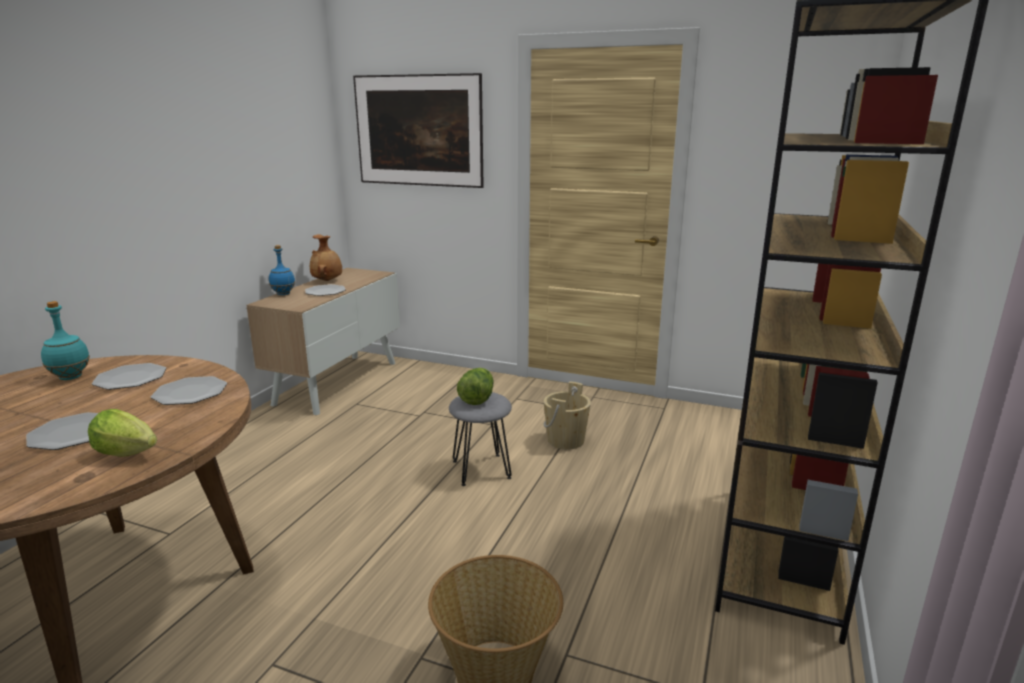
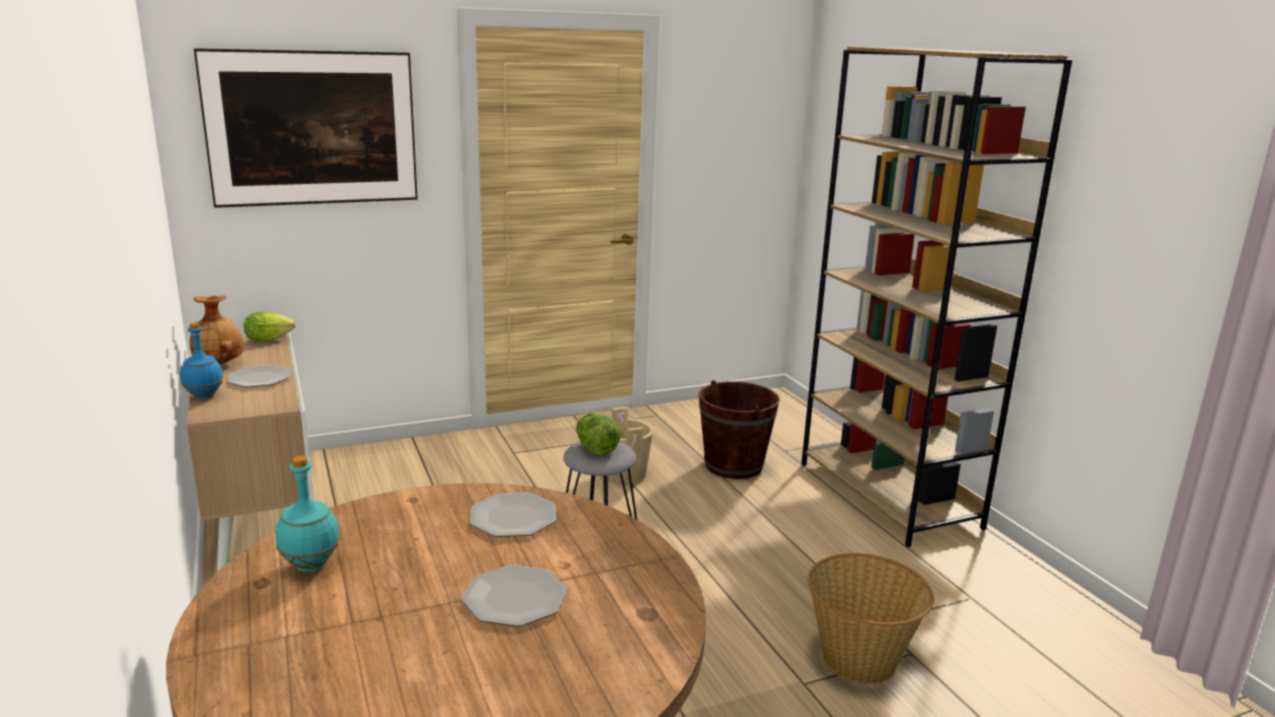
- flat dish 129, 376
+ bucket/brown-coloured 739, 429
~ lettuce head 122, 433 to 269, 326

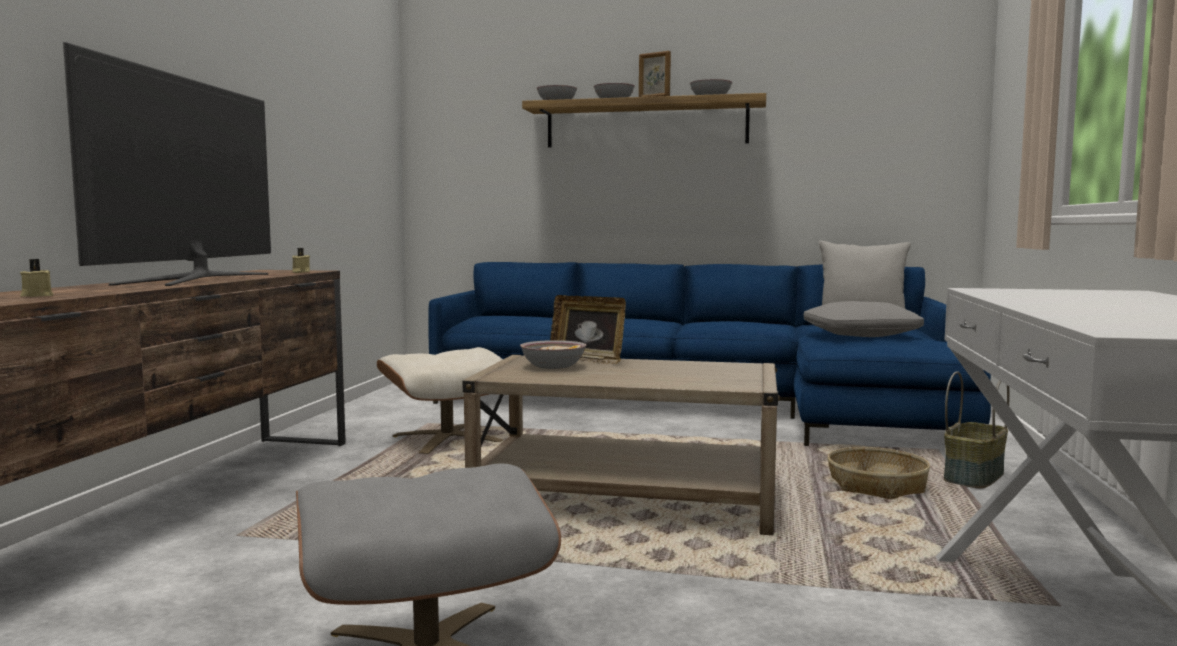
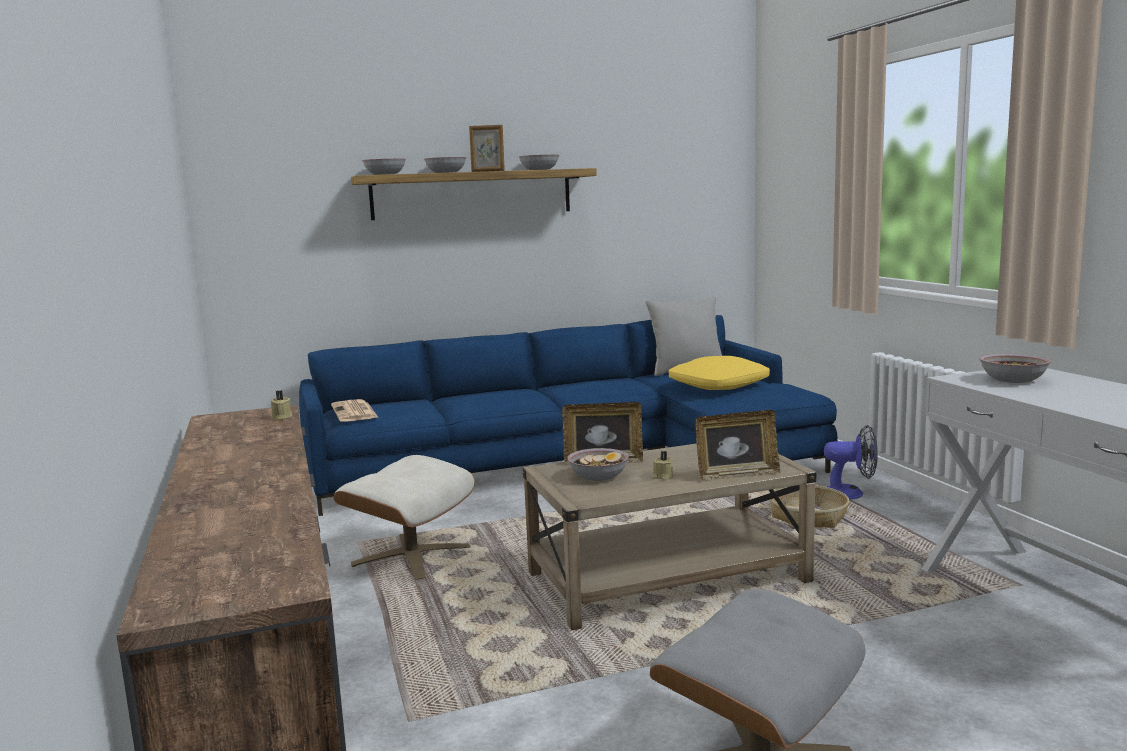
- TV set 167, 164
+ printed paper 355, 410
+ picture frame 738, 445
+ deep dish 1015, 368
~ wax candle/beige 36, 278 to 662, 465
~ household basket 977, 430 to fan 851, 462
~ throw pillow/grey 864, 319 to throw pillow/yellow 719, 373

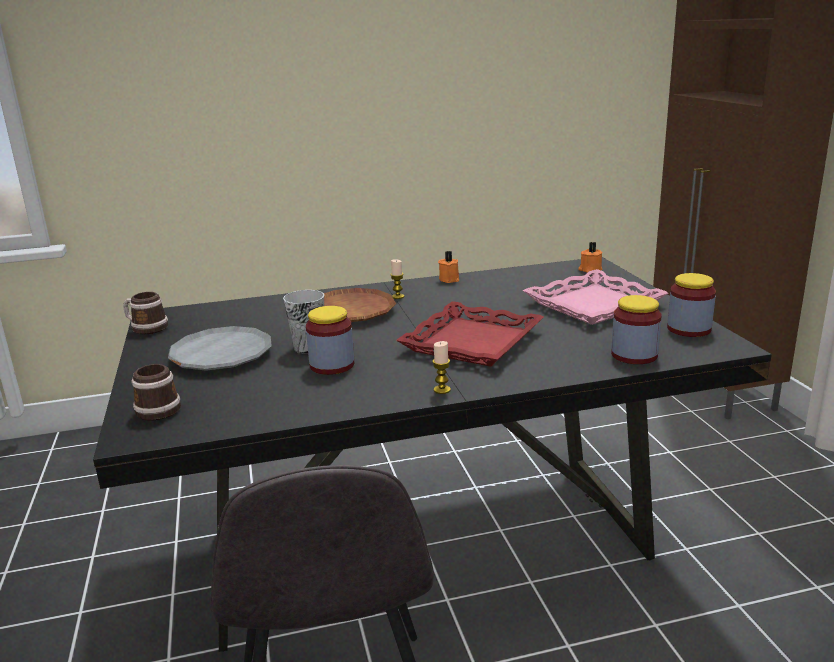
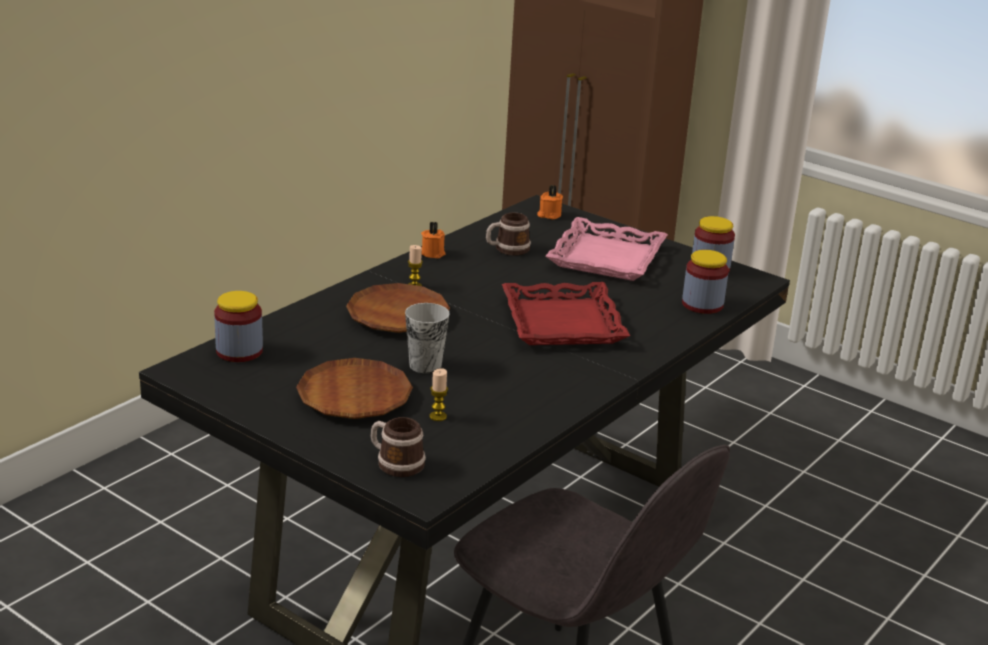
~ tea mug 145, 313 to 508, 234
~ storage jar 330, 340 to 238, 326
~ wax candle 441, 367 to 438, 394
~ flat dish/grey 220, 348 to flat dish/brown-coloured 354, 388

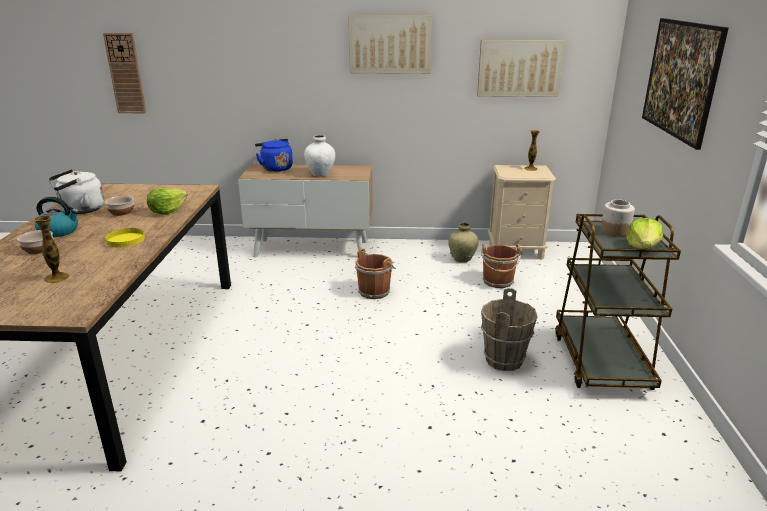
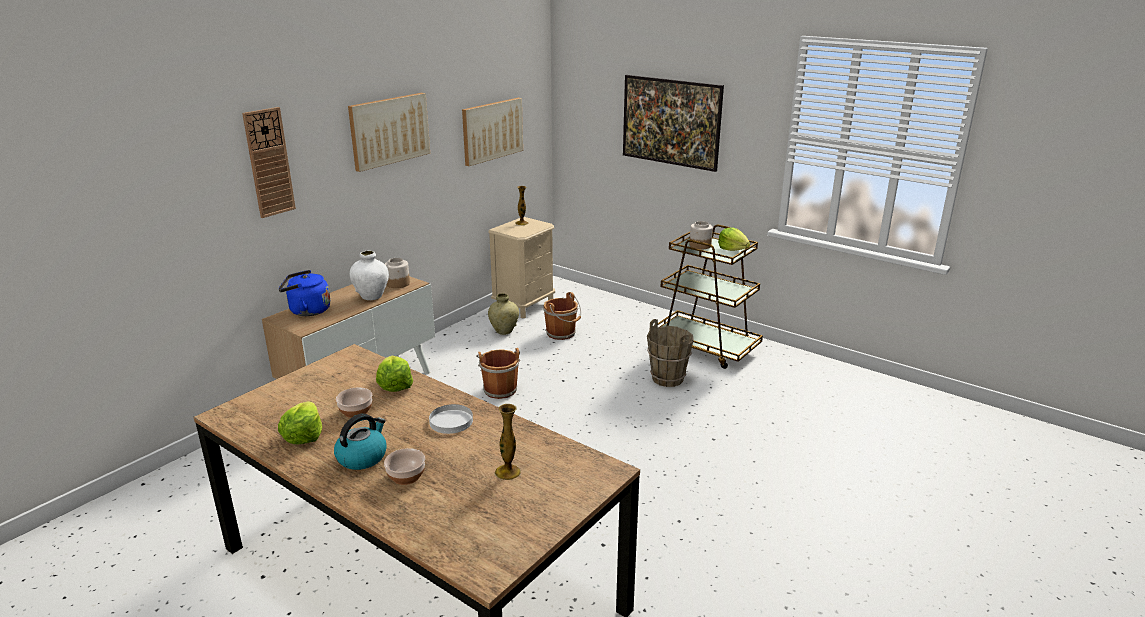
+ storage jar 397, 273
~ hanging clock 124, 73 to 269, 162
~ tea kettle/whitish 76, 191 to lettuce head 300, 422
~ flat dish/yellow 125, 237 to flat dish/whitish 451, 419

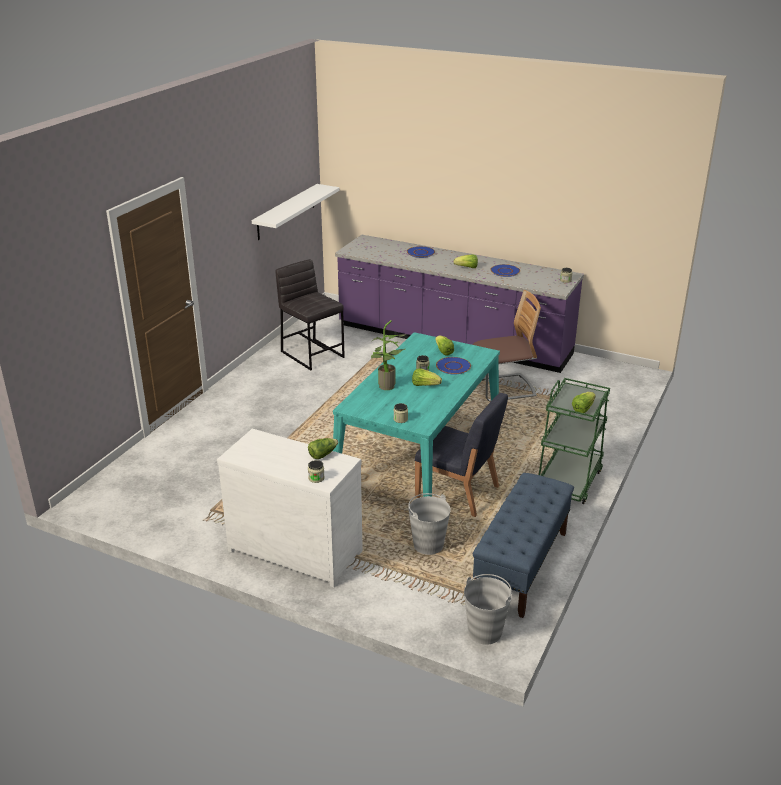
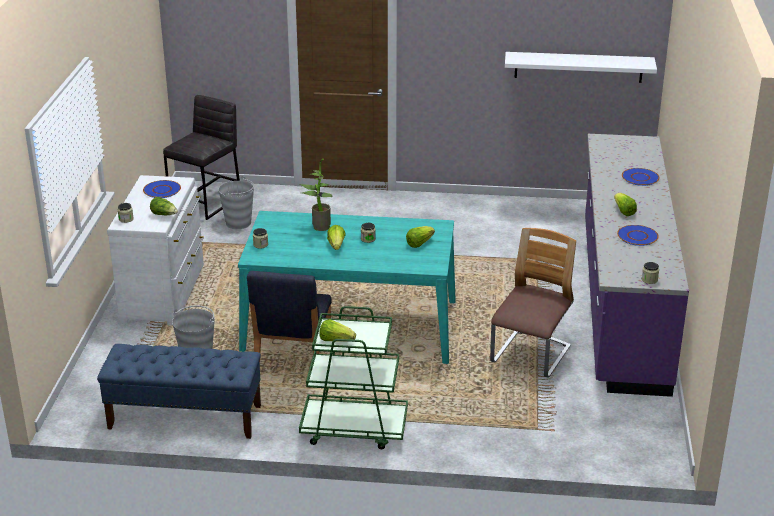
~ sitting stool/grey 310, 314 to 201, 157
~ flat dish/bluish 453, 365 to 162, 189
~ bucket/grey 488, 609 to 236, 202
~ chair 506, 346 = 533, 303 120 degrees counterclockwise

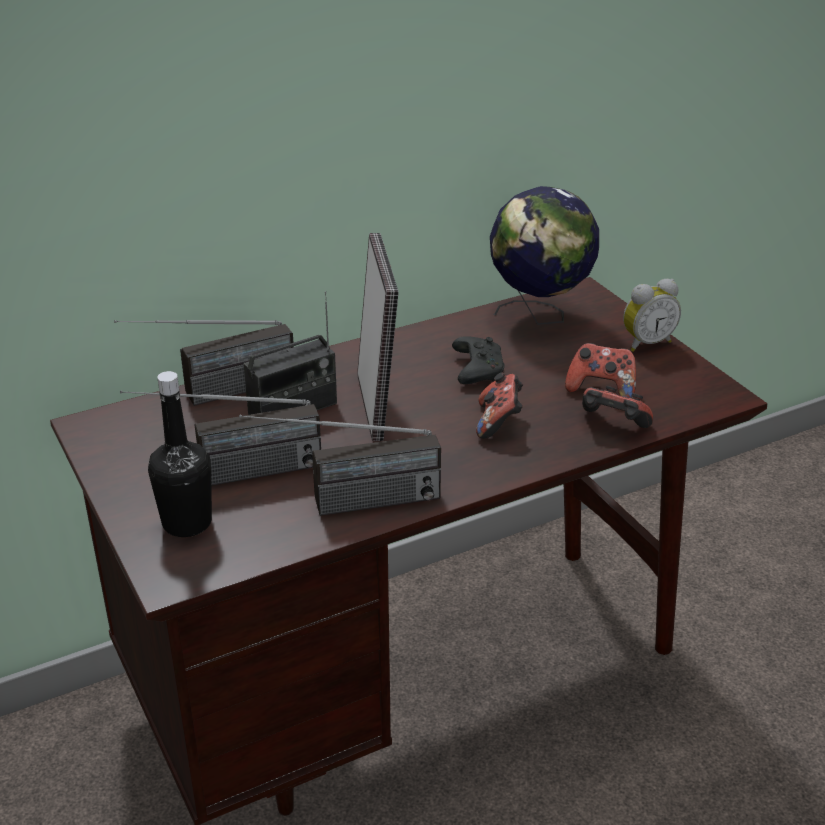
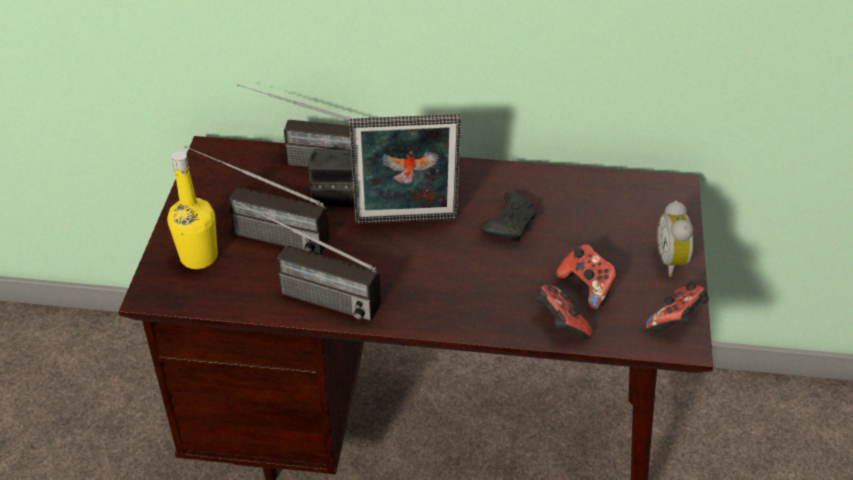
- desk globe 544, 255
~ game controller 499, 406 to 677, 307
~ drink bottle/black 180, 454 to drink bottle/yellow 192, 210
~ picture frame 378, 337 = 405, 169 60 degrees clockwise
~ table clock 652, 315 = 675, 239 75 degrees clockwise

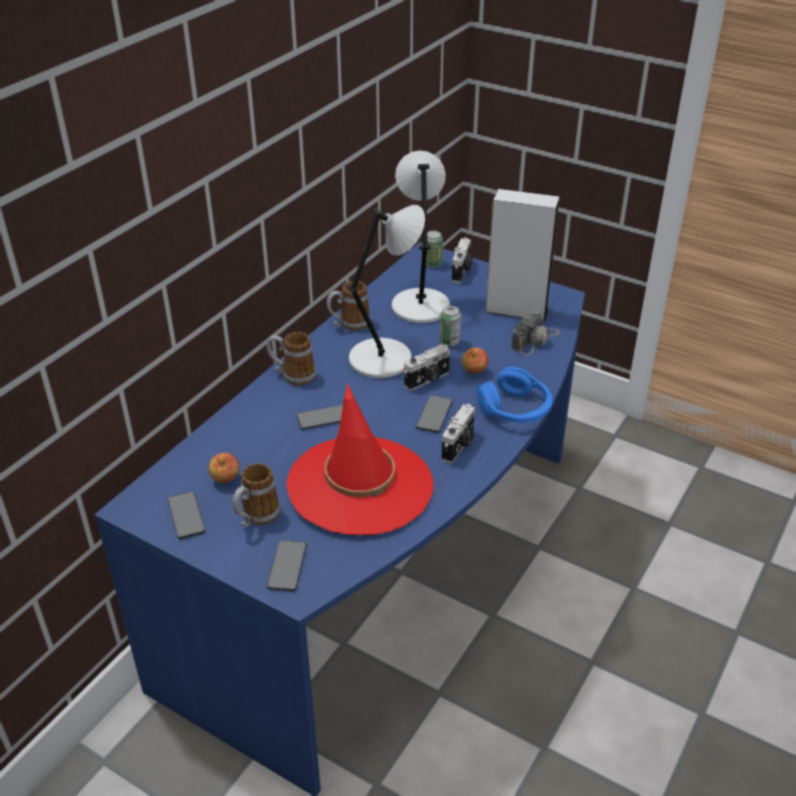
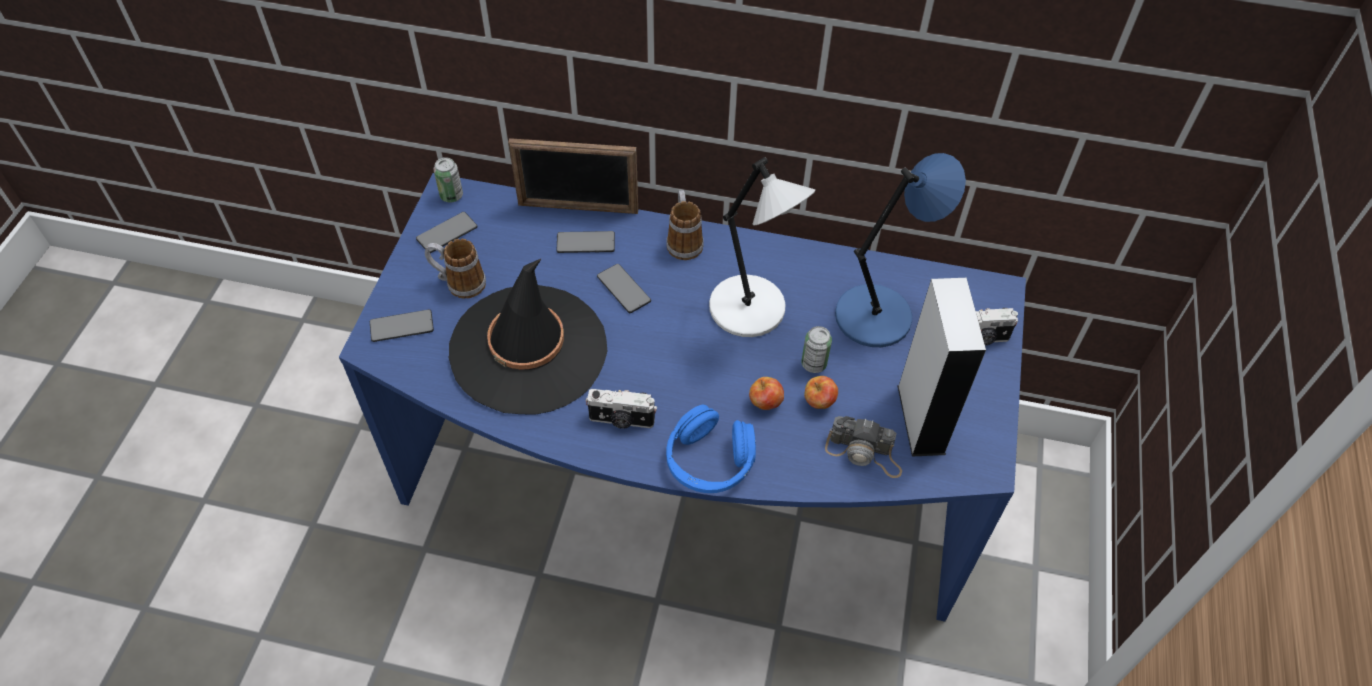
- tea mug 349, 306
- still camera 427, 367
+ picture frame 573, 176
~ whole apple 223, 468 to 821, 392
~ handset 434, 414 to 585, 242
~ can 434, 249 to 448, 180
~ wearable hat/reddish 360, 459 to wearable hat/black 527, 336
~ lamp for a table/grey 421, 236 to lamp for a table/bluish 900, 250

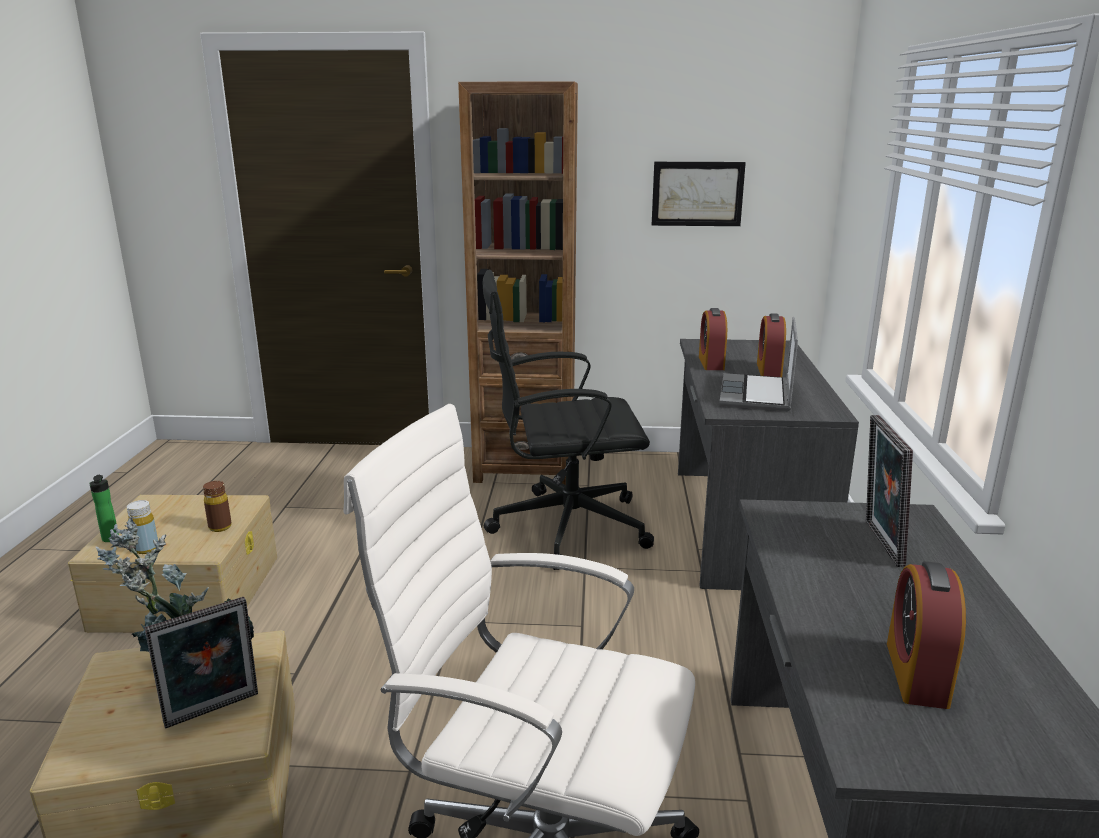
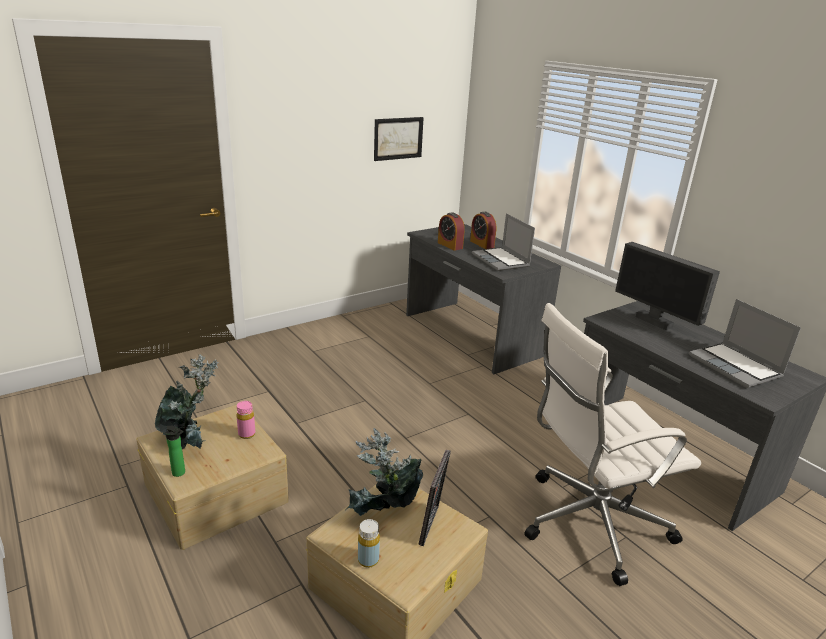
- bookshelf/brown-coloured 518, 283
- office chair/black 568, 420
+ potted plant 186, 402
~ drink bottle/yellow 142, 527 to 369, 543
~ picture frame 889, 491 to monitor 667, 286
~ table clock 926, 635 to laptop 745, 343
~ drink bottle/brown-coloured 217, 506 to drink bottle/pink-coloured 246, 420

